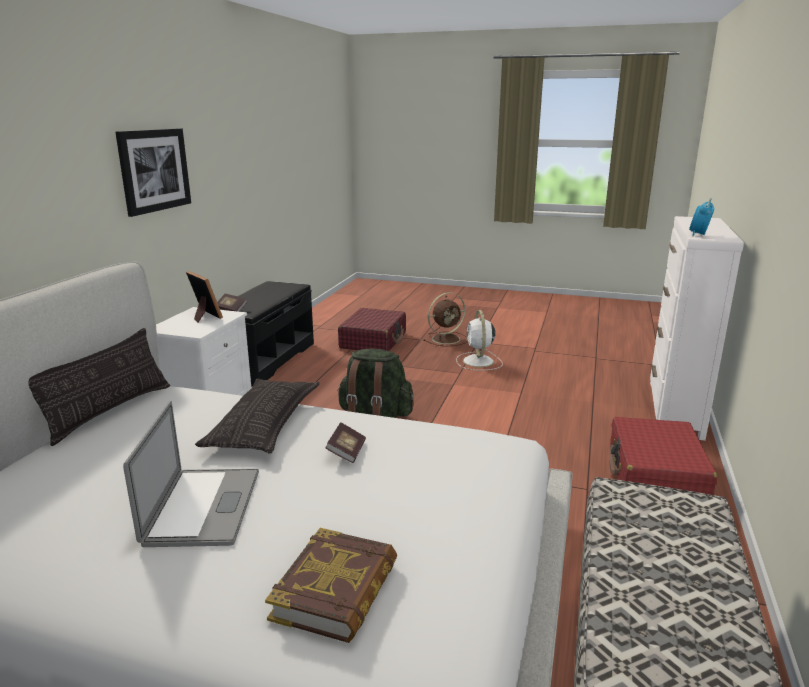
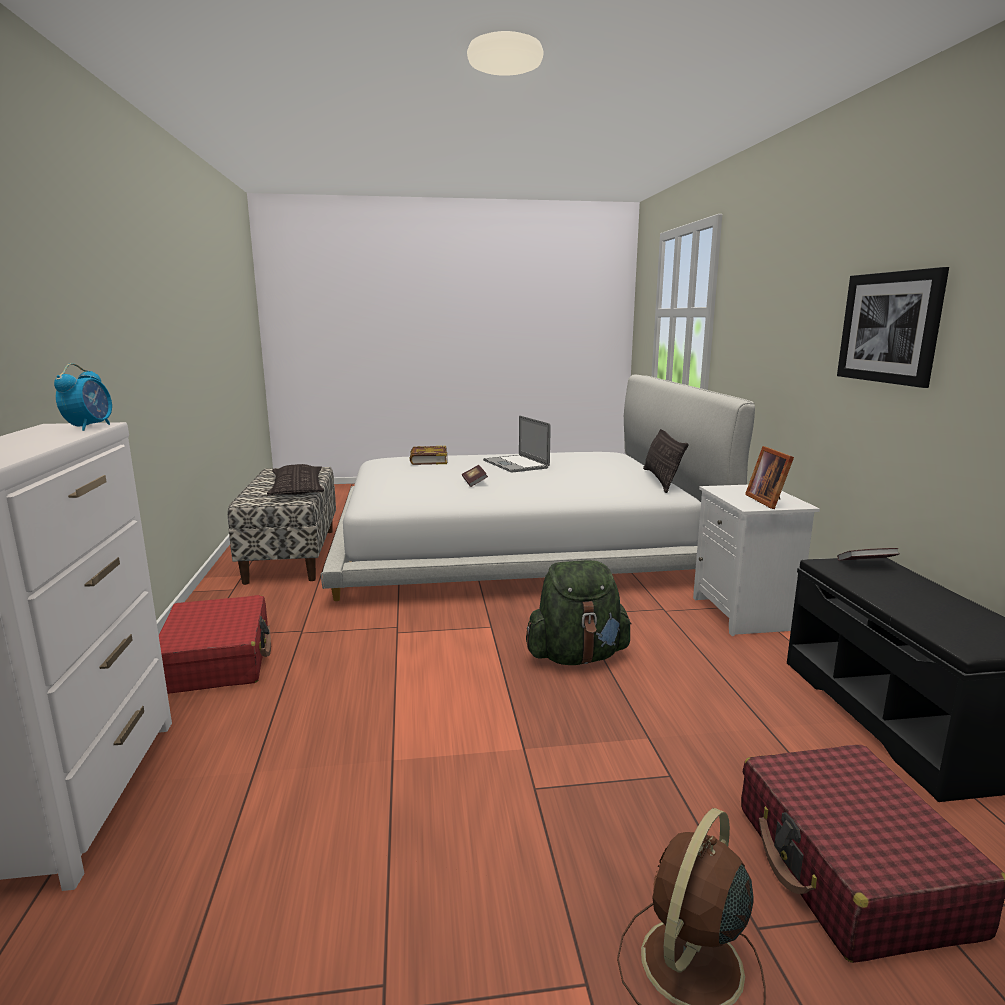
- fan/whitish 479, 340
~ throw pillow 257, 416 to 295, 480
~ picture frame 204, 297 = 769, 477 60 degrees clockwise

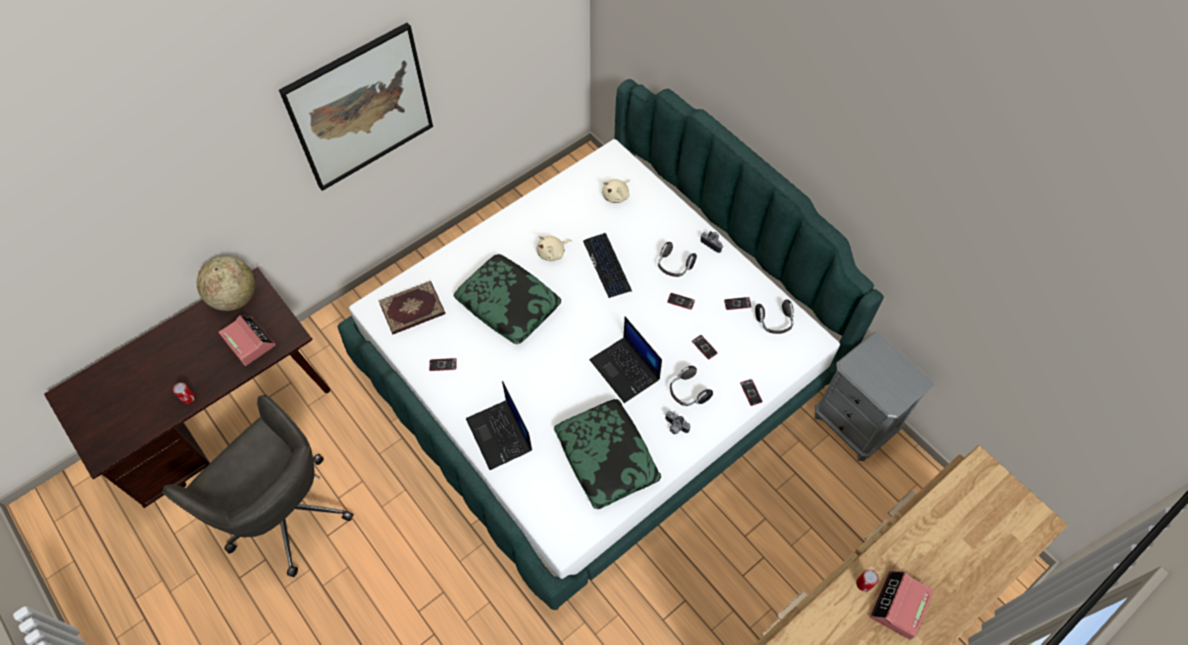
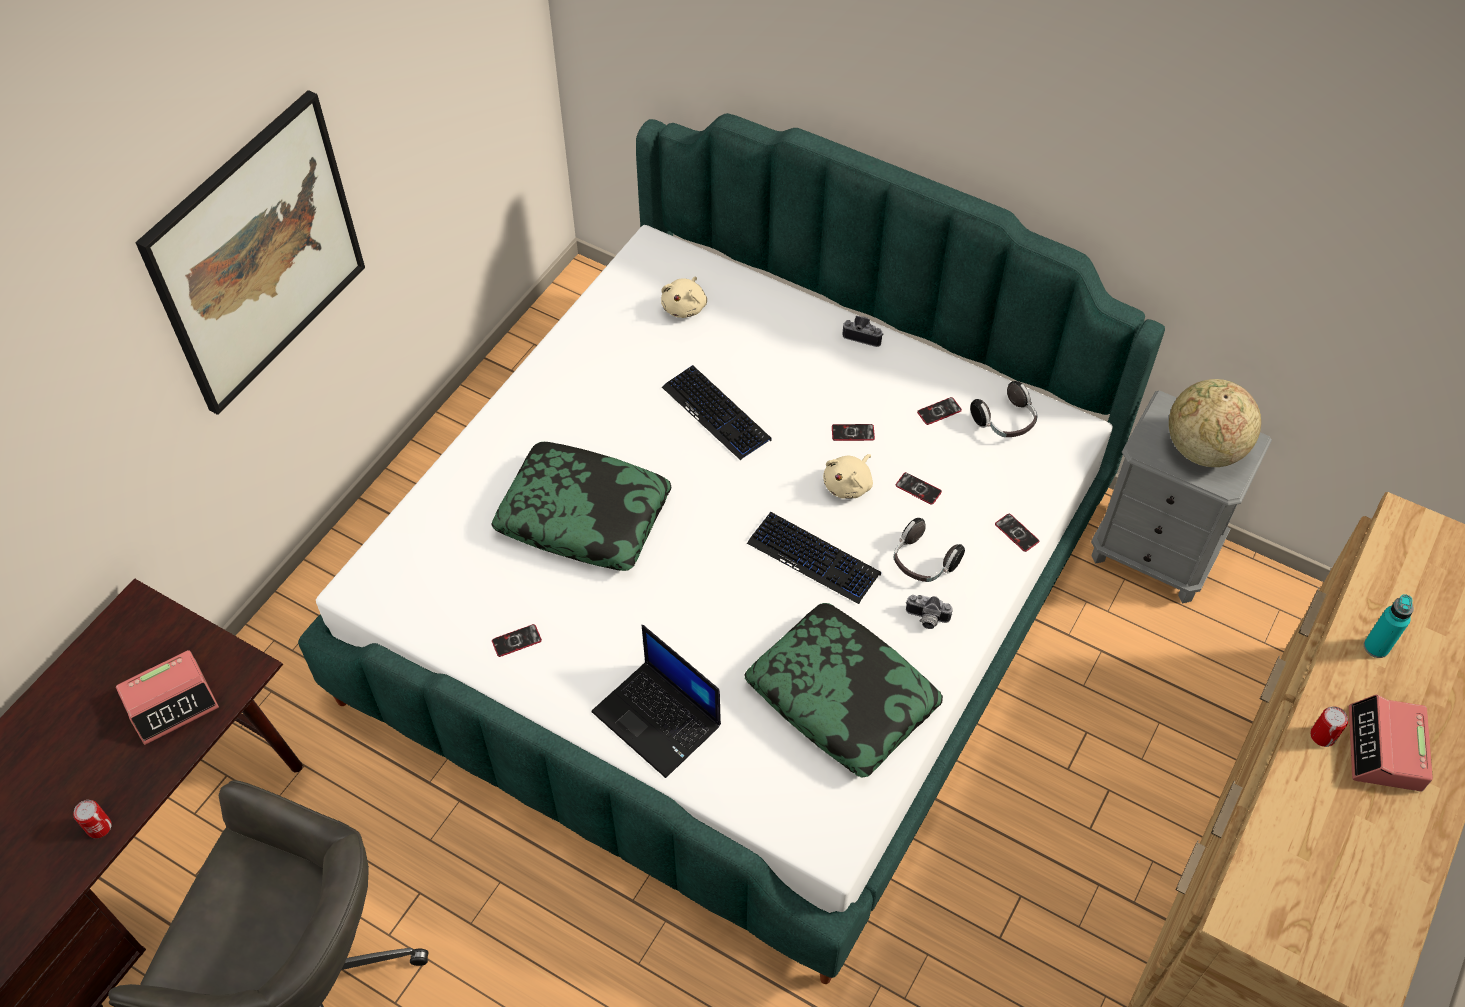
- book 412, 308
- pair of headphones 677, 259
+ drink bottle/turquoise-coloured 1389, 626
~ desk globe 226, 283 to 1215, 423
~ cuddly toy/beige 554, 248 to 848, 476
~ laptop 625, 359 to computer keyboard 814, 558
~ table clock 247, 340 = 167, 697 120 degrees clockwise

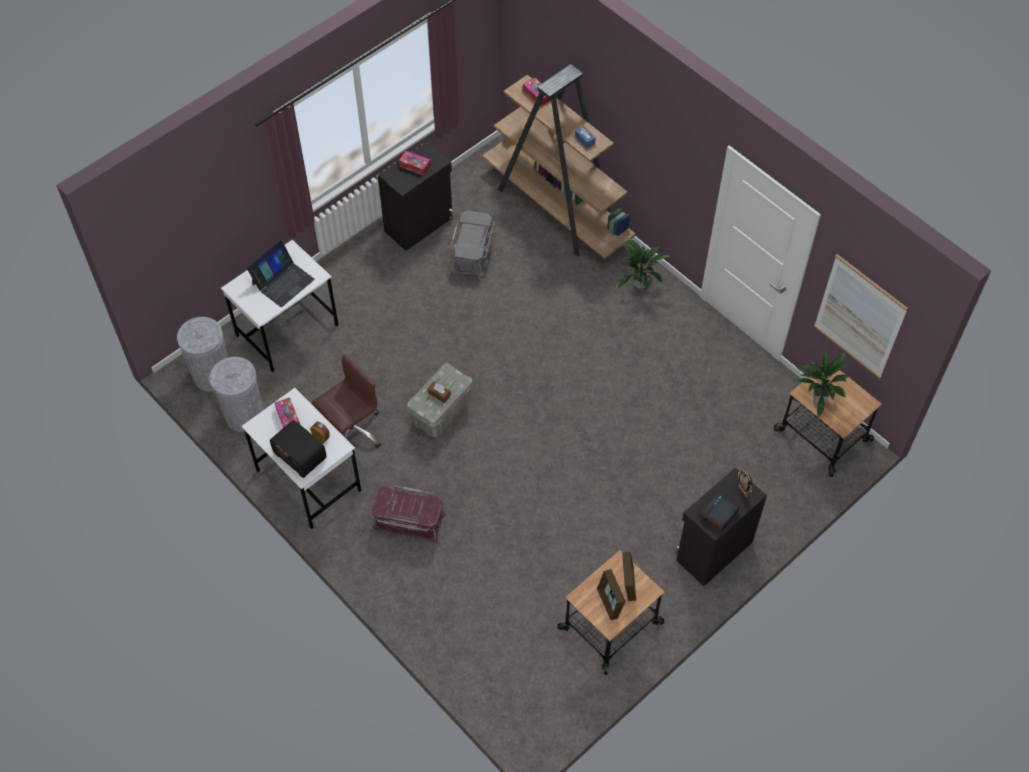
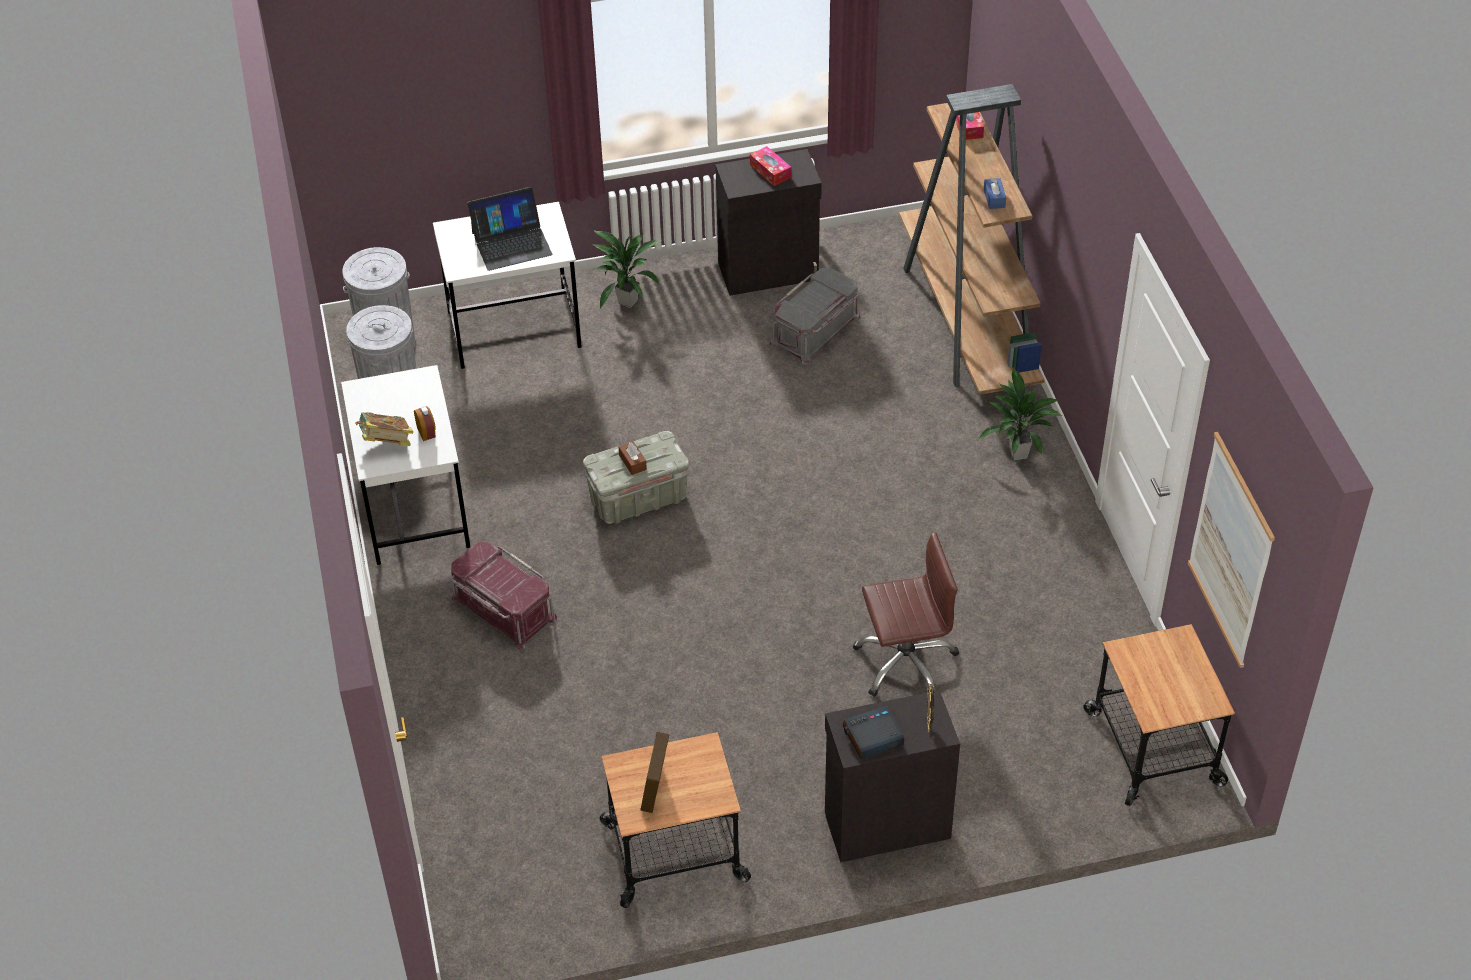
- box of tissues 287, 412
- picture frame 629, 576
~ office chair/brown-coloured 346, 401 to 906, 614
~ potted plant 824, 385 to 627, 269
~ radio receiver 298, 449 to book 384, 429

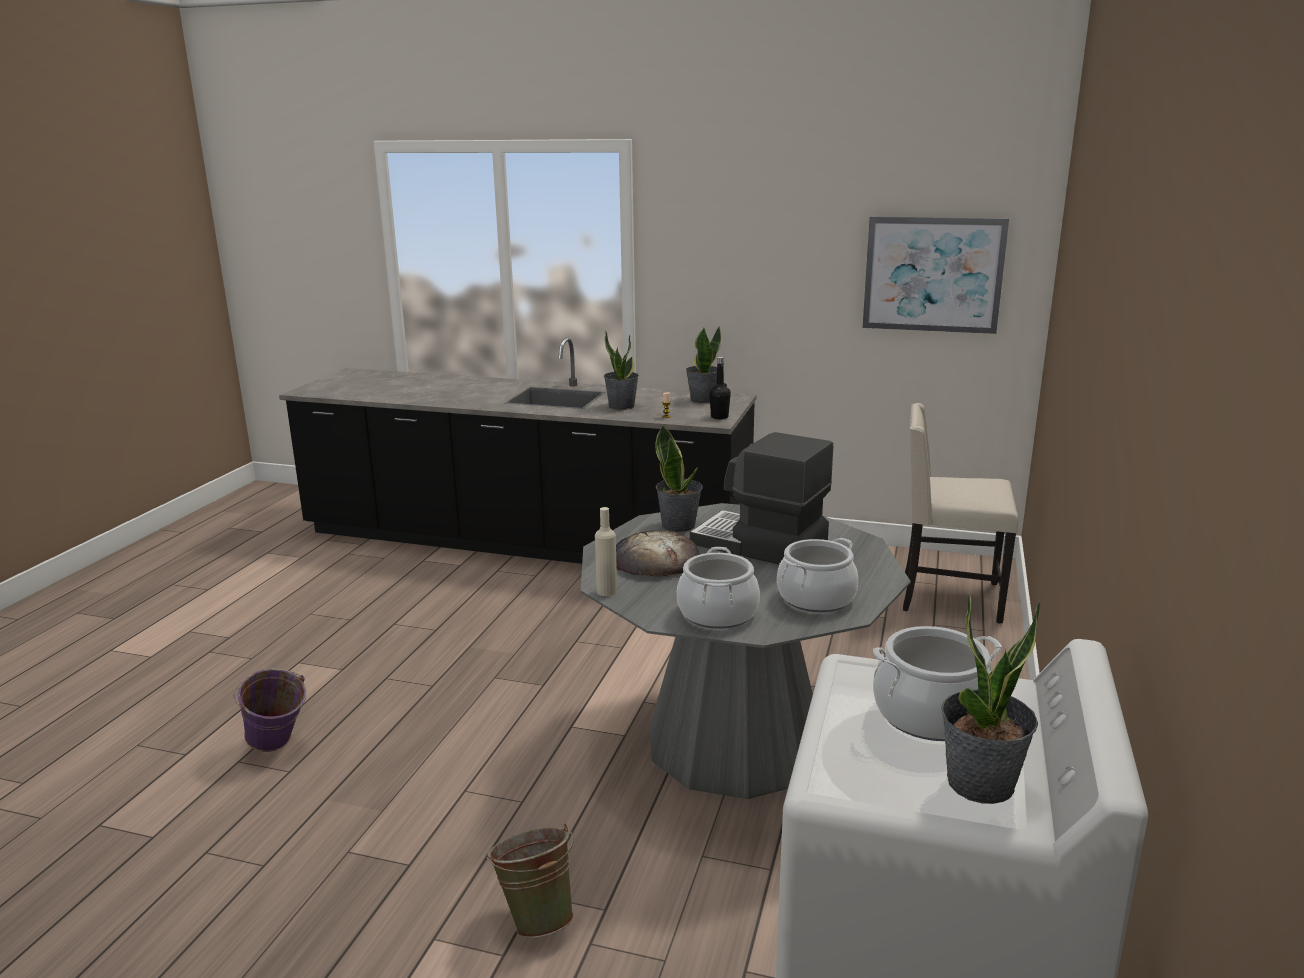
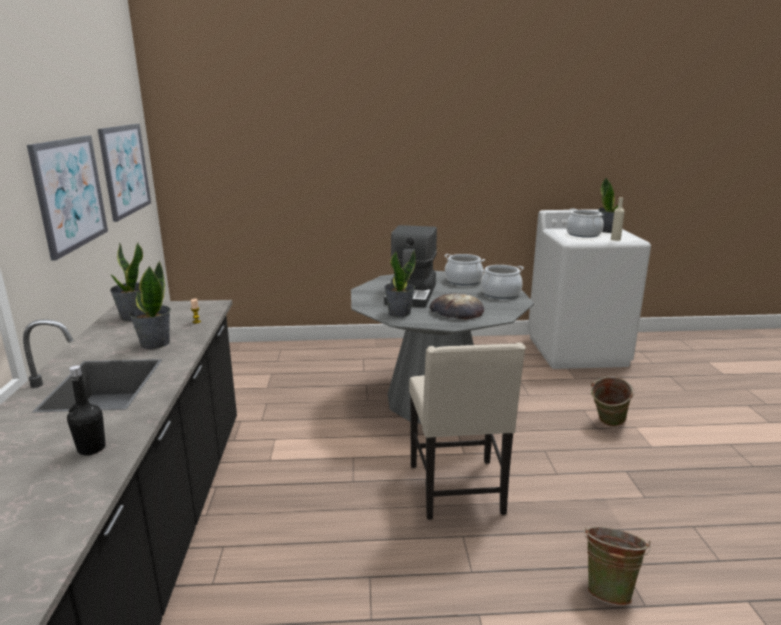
+ wall picture 67, 198
~ drink bottle/beige 606, 551 to 618, 219
~ drink bottle/black 720, 388 to 86, 410
~ chair/beige 960, 513 to 467, 431
~ bucket/purple 270, 710 to bucket/green-coloured 617, 566

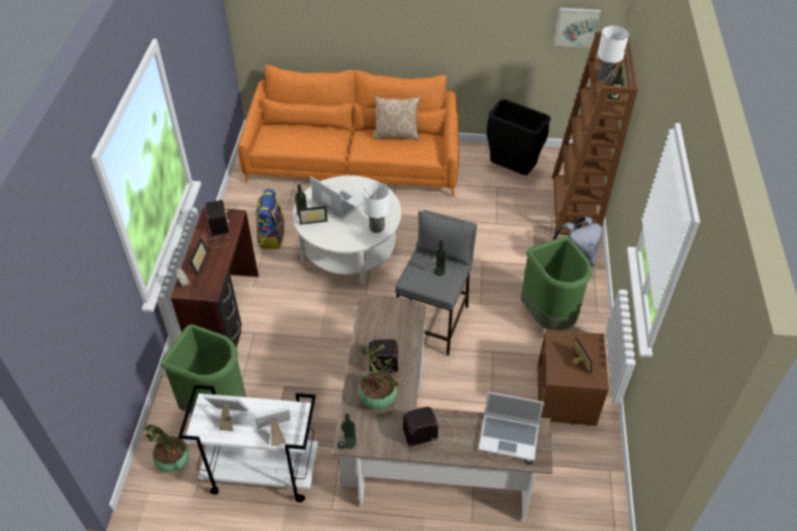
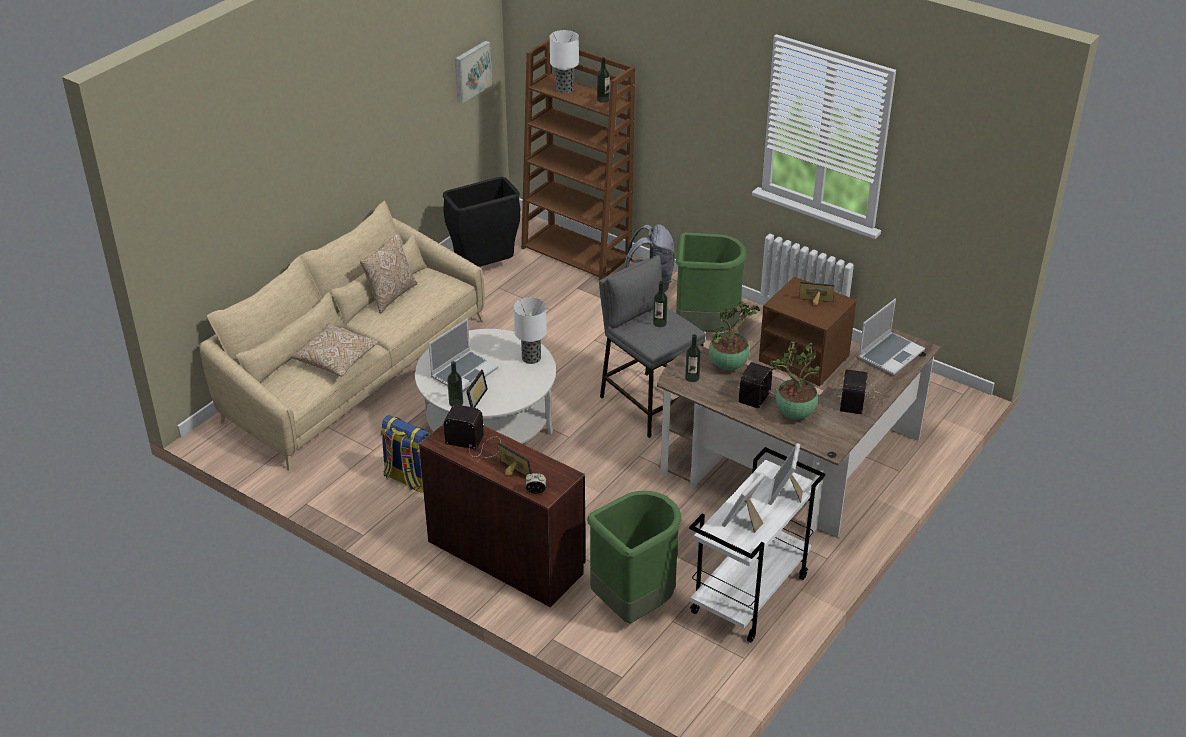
+ throw pillow 336, 350
~ potted plant 166, 448 to 734, 336
~ drink bottle 348, 431 to 693, 358
~ couch/orange-coloured 348, 131 to couch/beige 342, 336
~ laptop 336, 198 = 463, 355 150 degrees clockwise

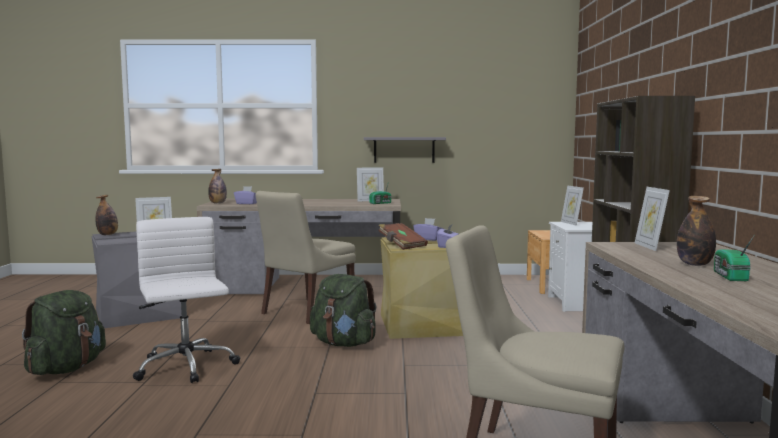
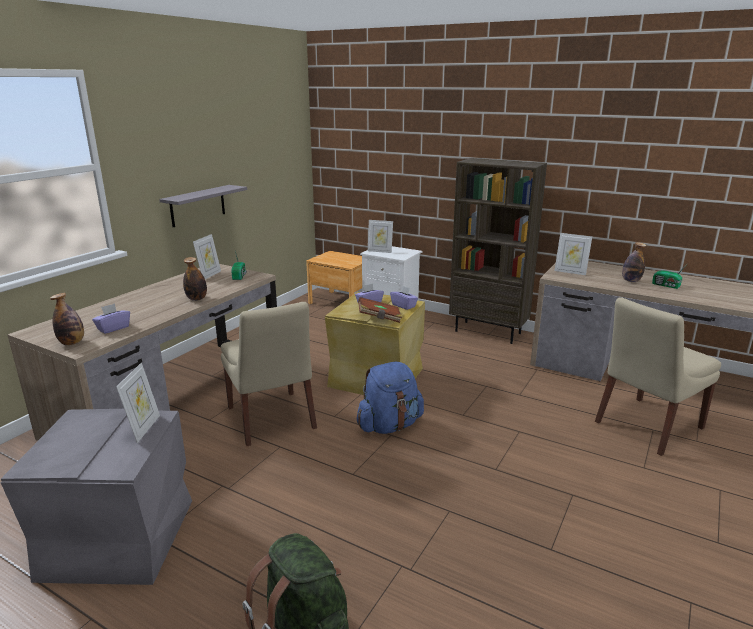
- office chair/whitish 186, 300
~ drink bottle 106, 215 to 195, 279
~ rucksack/green-coloured 343, 310 to rucksack/bluish 390, 398

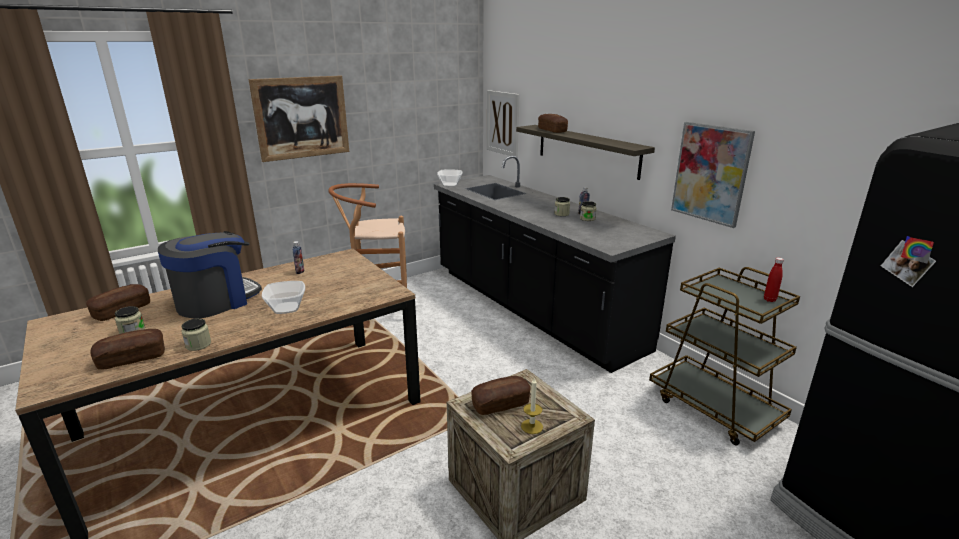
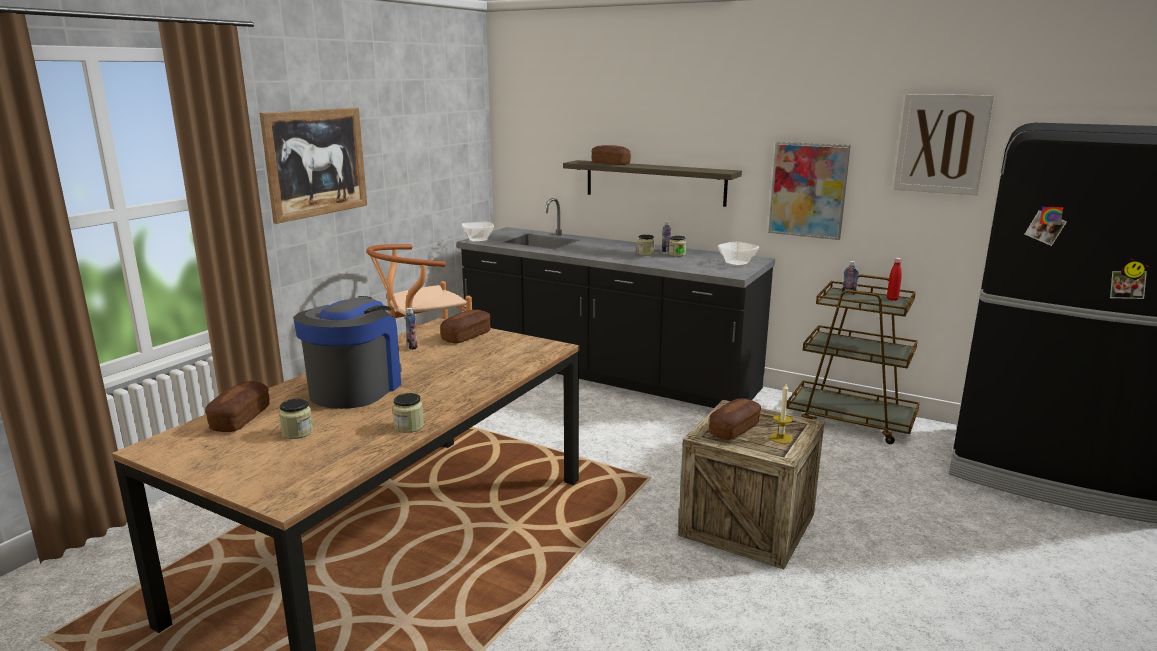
+ drink bottle 850, 278
~ bread 127, 349 to 465, 326
~ deep dish 283, 297 to 738, 254
~ wall picture 503, 123 to 943, 145

